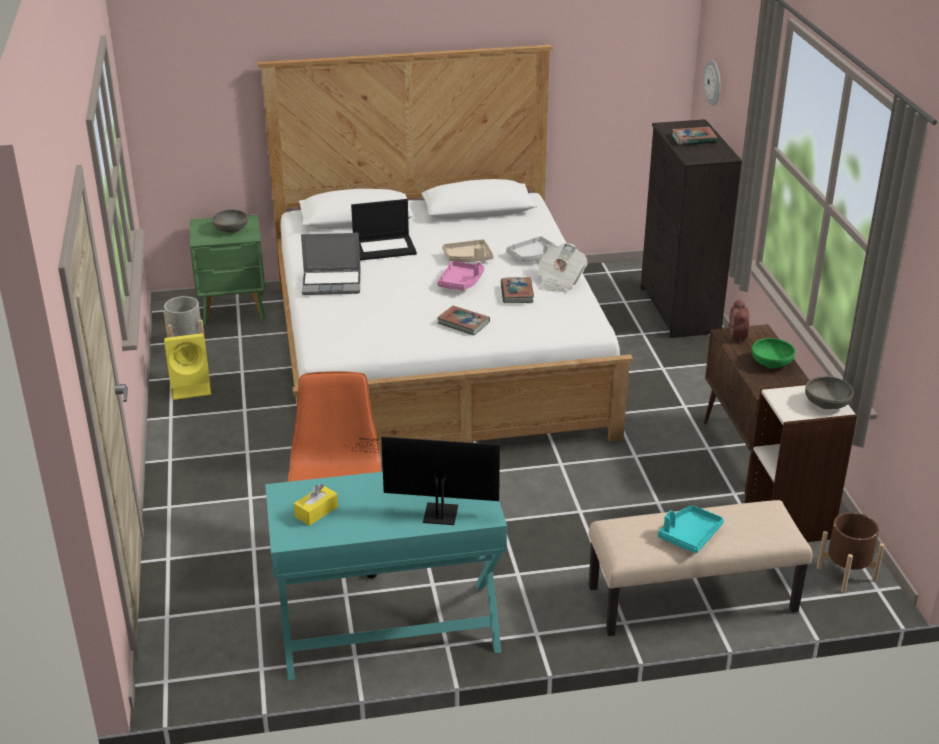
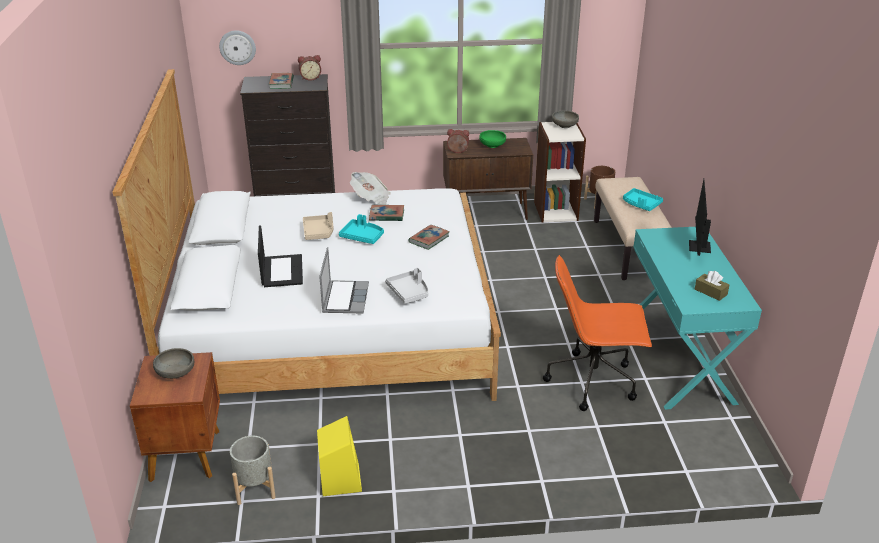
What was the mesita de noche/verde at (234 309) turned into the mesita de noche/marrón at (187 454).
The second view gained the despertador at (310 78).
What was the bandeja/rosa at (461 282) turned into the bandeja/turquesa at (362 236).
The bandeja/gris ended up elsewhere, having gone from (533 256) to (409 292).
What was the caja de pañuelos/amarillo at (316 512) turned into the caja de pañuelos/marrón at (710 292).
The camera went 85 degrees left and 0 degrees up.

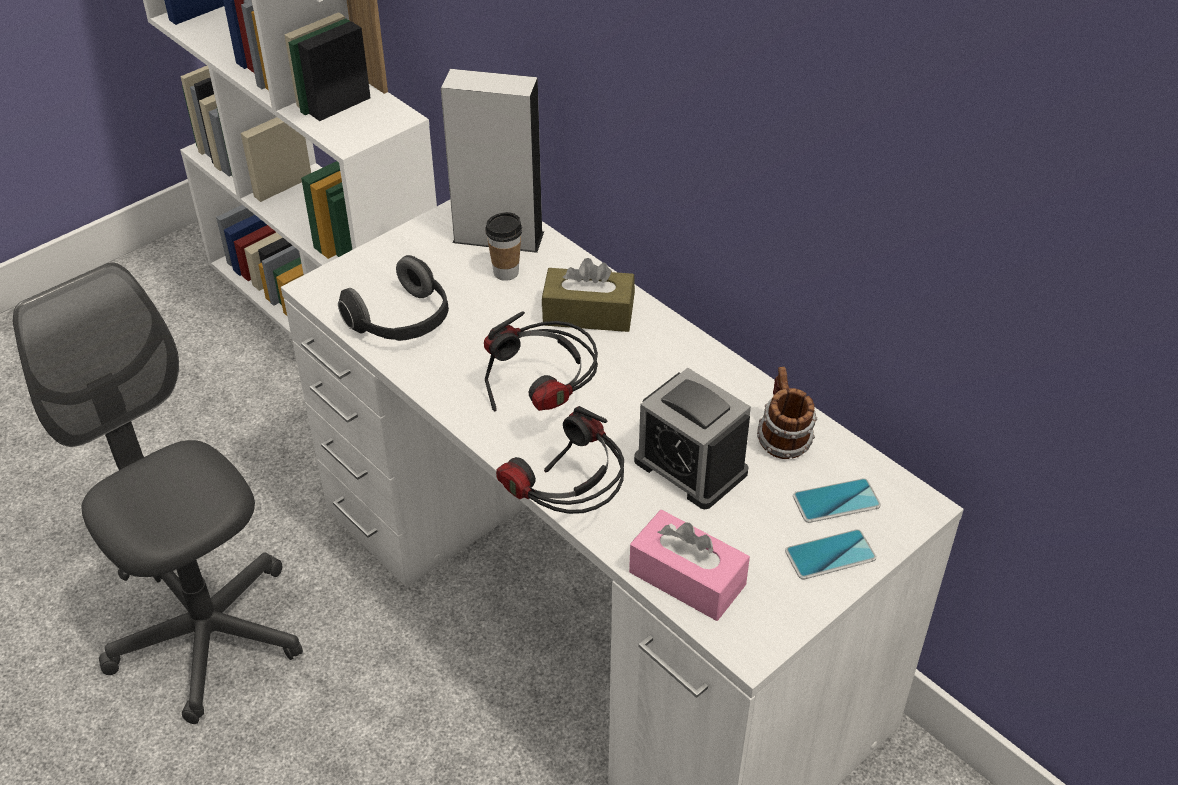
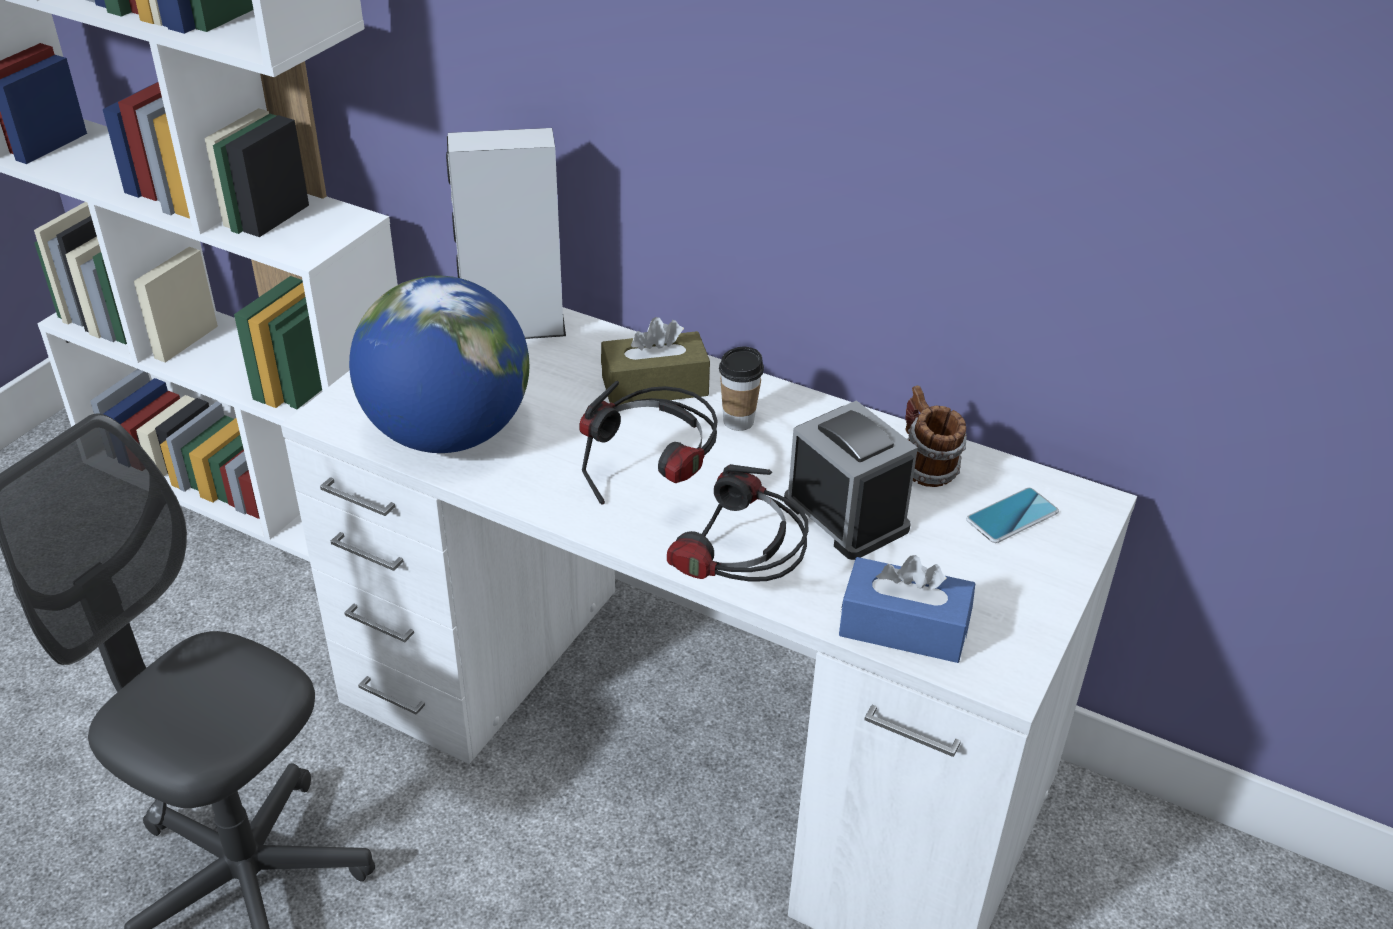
Where the auriculares stood at (402 322), the globo terráqueo came to stand at (448 434).
The taza ended up elsewhere, having gone from (506 272) to (738 421).
The despertador at (690 466) ended up facing another way, 150 degrees counterclockwise from before.
What was the caja de pañuelos/rosa at (687 578) turned into the caja de pañuelos/azul at (903 628).
The second view lost the móvil at (830 555).
The camera went 20 degrees left and 5 degrees down.

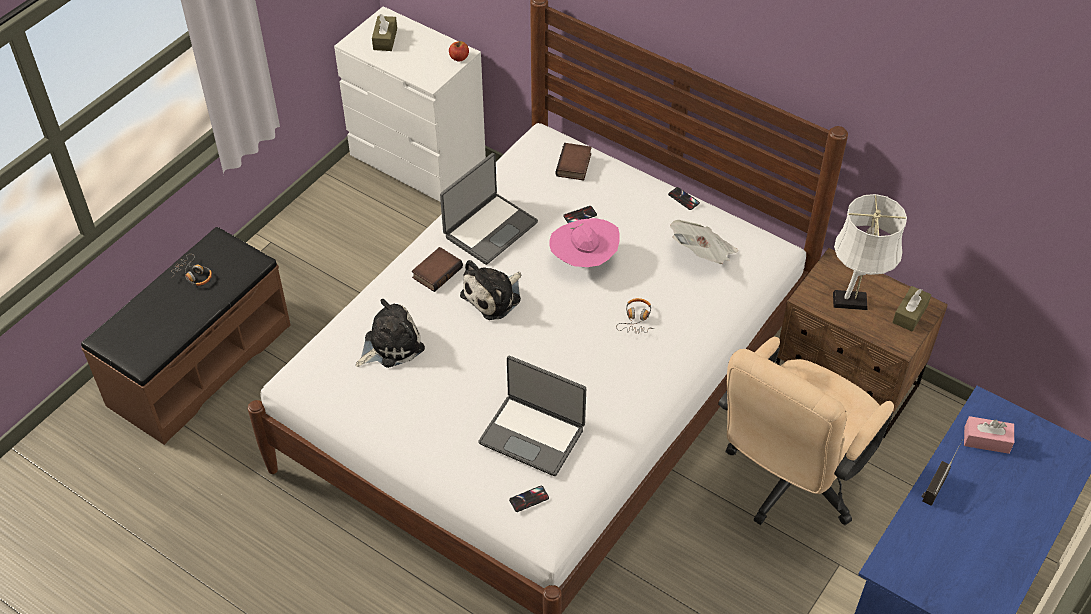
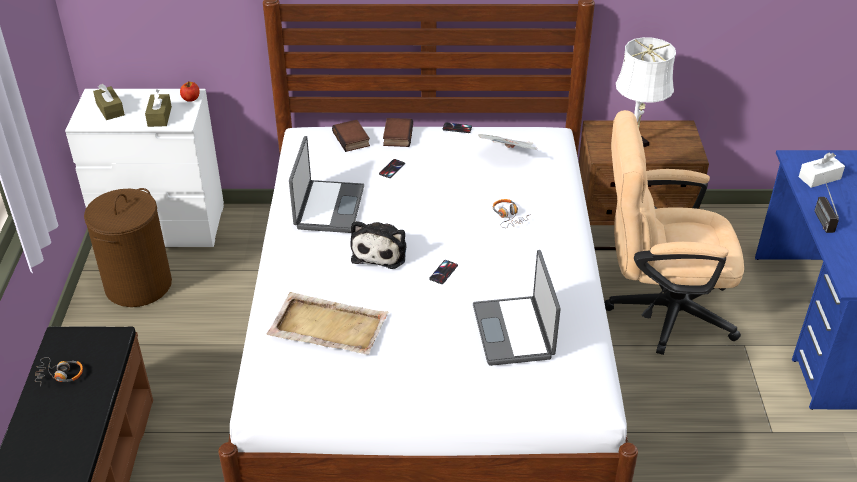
The second view gained the cesto de la ropa/marrón at (138 285).
The caja de pañuelos/marrón ended up elsewhere, having gone from (910 314) to (159 116).
Where the peluche stood at (390 344), the bandeja/beis came to stand at (327 326).
The libro ended up elsewhere, having gone from (437 271) to (397 135).
The móvil ended up elsewhere, having gone from (529 499) to (443 272).
The portátil at (533 434) ended up facing another way, 90 degrees clockwise from before.
The silla de oficina/beis at (789 482) ended up facing another way, 90 degrees clockwise from before.
What was the caja de pañuelos/rosa at (986 440) turned into the caja de pañuelos/blanco at (819 178).
The second view lost the sombrero/rosa at (584 260).
The camera went 35 degrees left and 10 degrees down.

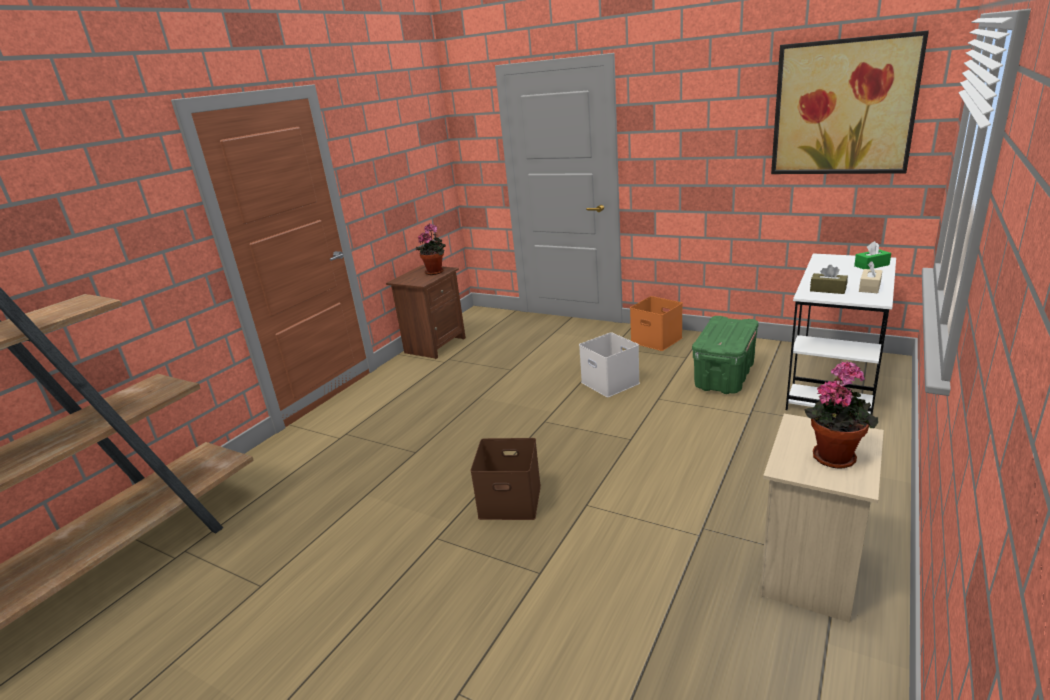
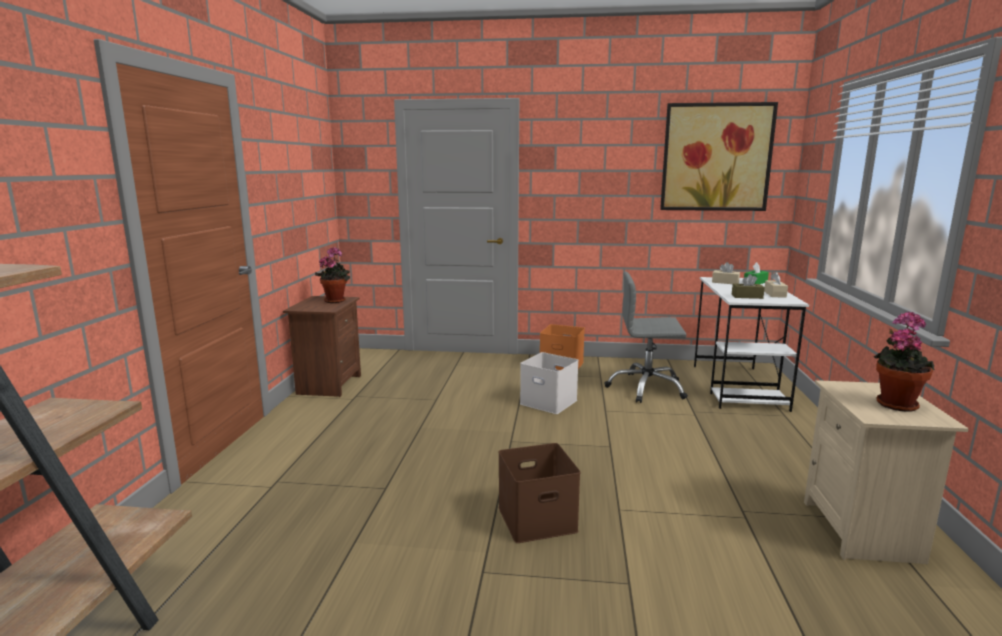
Where the caja de almacenaje/verde stood at (724 376), the silla de oficina/gris came to stand at (646 388).
The second view gained the caja de pañuelos/beis at (725 282).
The camera went 25 degrees left and 10 degrees down.

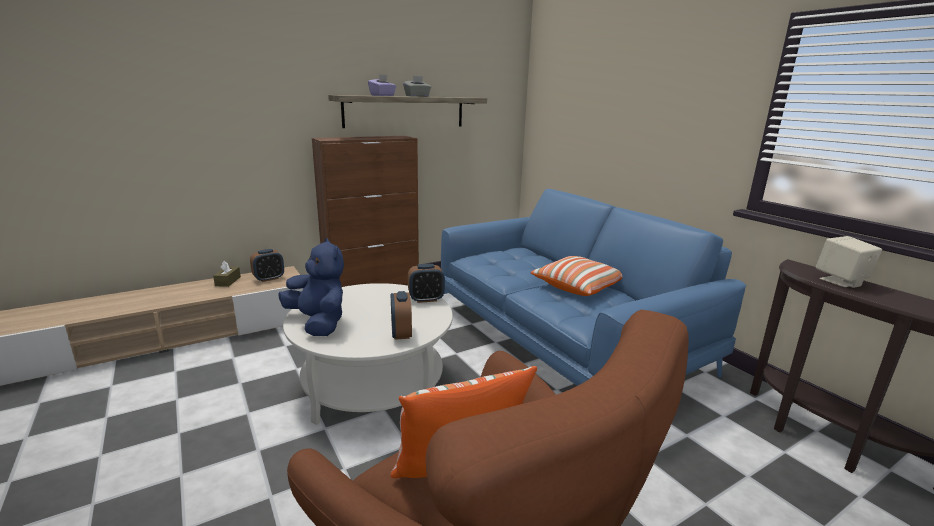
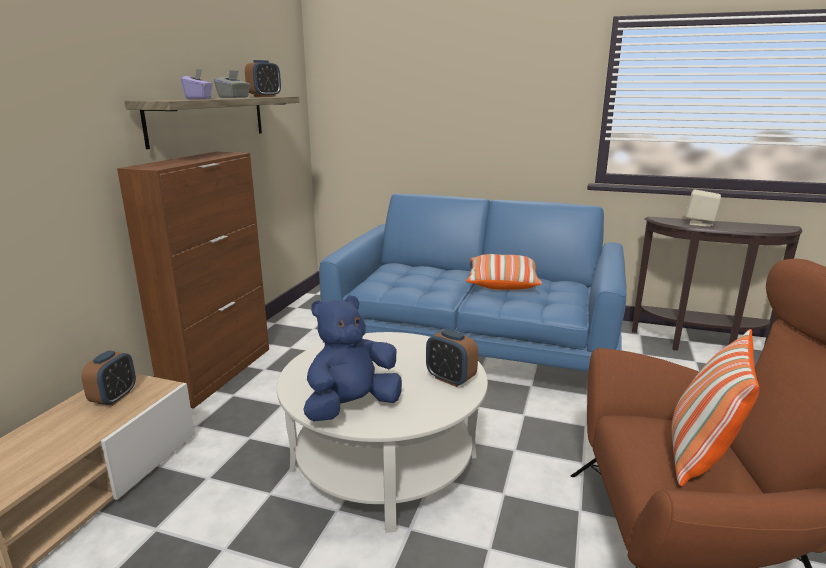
The despertador ended up elsewhere, having gone from (426 299) to (264 96).
The peluche/azul at (318 323) ended up facing another way, 45 degrees counterclockwise from before.
The second view lost the caja de pañuelos/marrón at (228 281).
The camera went 40 degrees left and 0 degrees up.

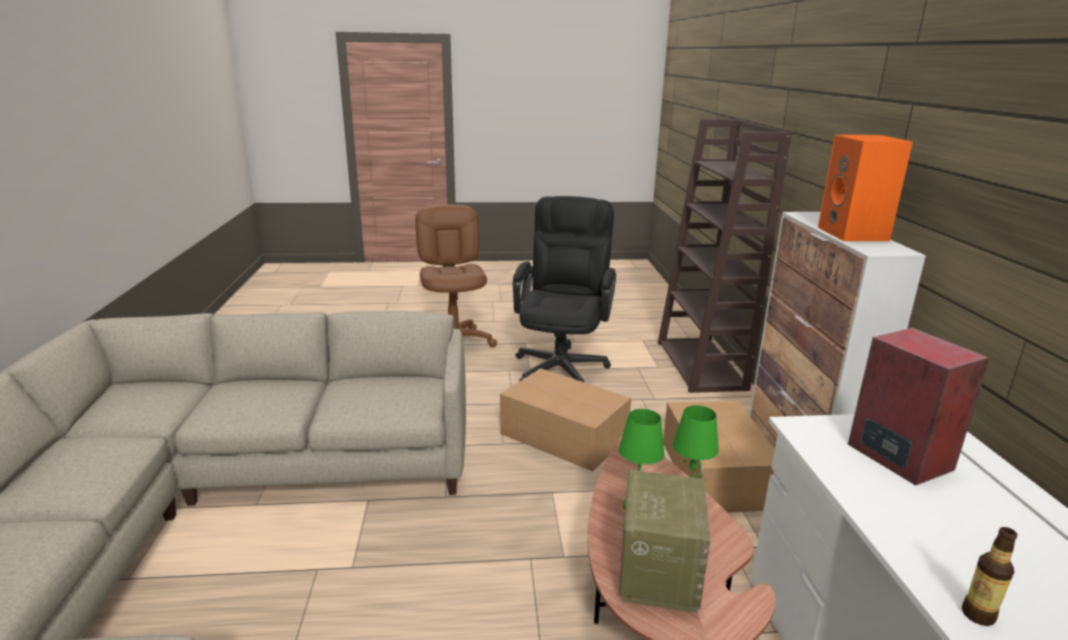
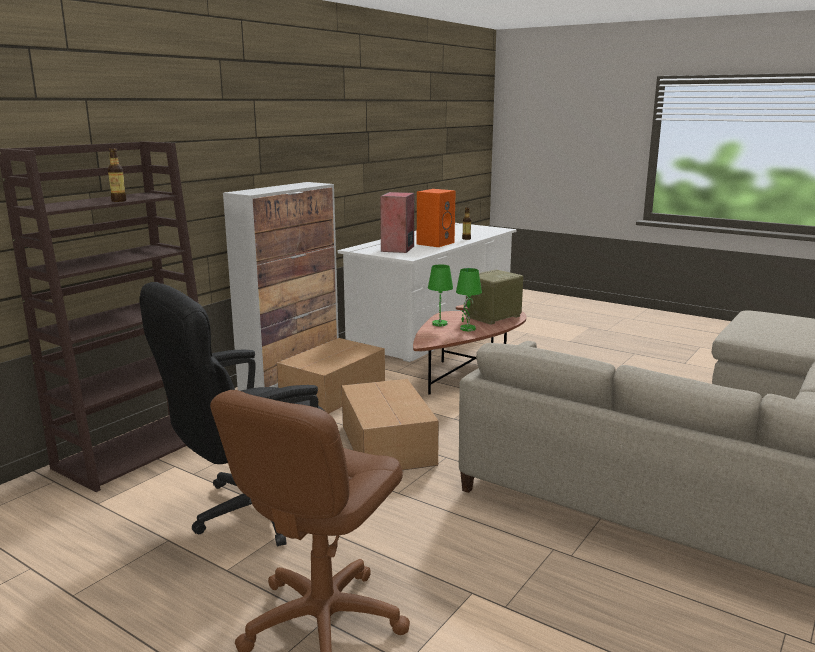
The second view gained the botella at (119 201).
The altavoz/naranja ended up elsewhere, having gone from (854 234) to (435 243).
The camera went 140 degrees left and 5 degrees down.

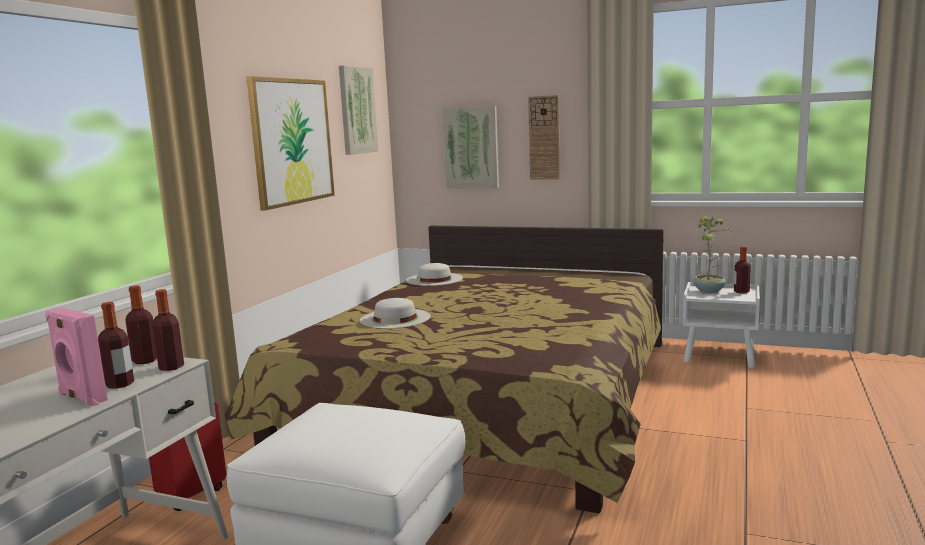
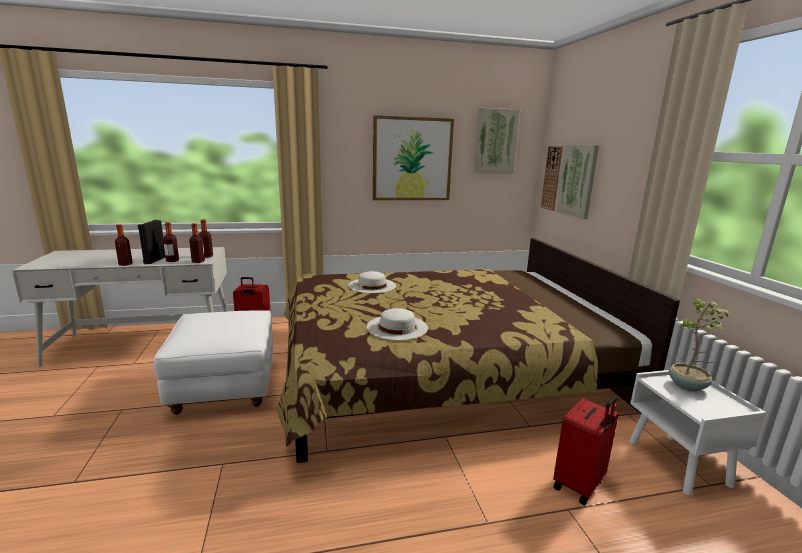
The botella ended up elsewhere, having gone from (741 292) to (125 264).
What was the altavoz/rosa at (81 398) turned into the altavoz/negro at (154 260).
The sombrero/blanco ended up elsewhere, having gone from (434 279) to (397 327).
The reloj de pared ended up elsewhere, having gone from (544 138) to (552 178).
The second view gained the maleta/rojo at (580 485).
The camera went 55 degrees right and 5 degrees up.

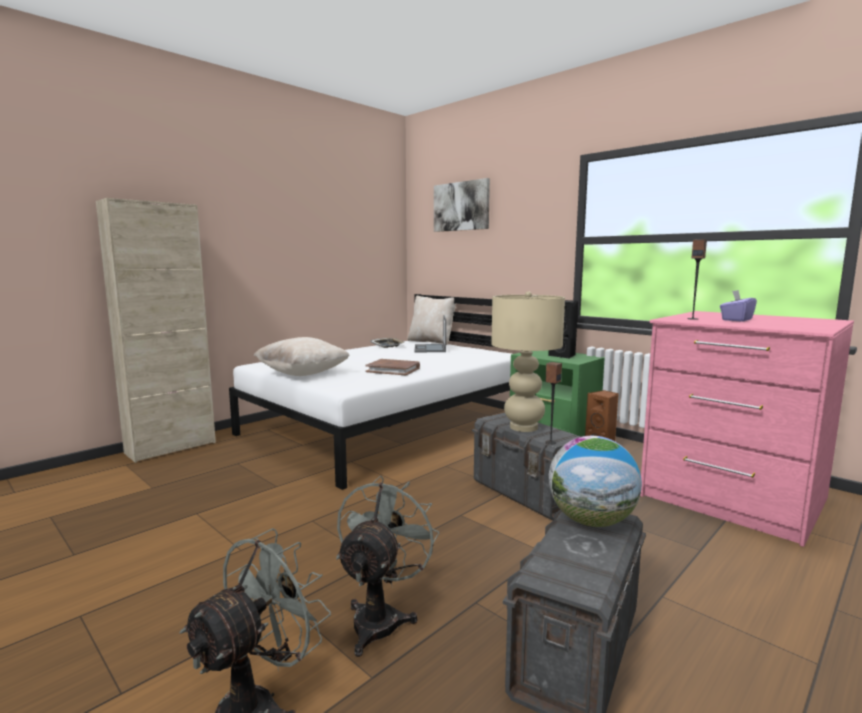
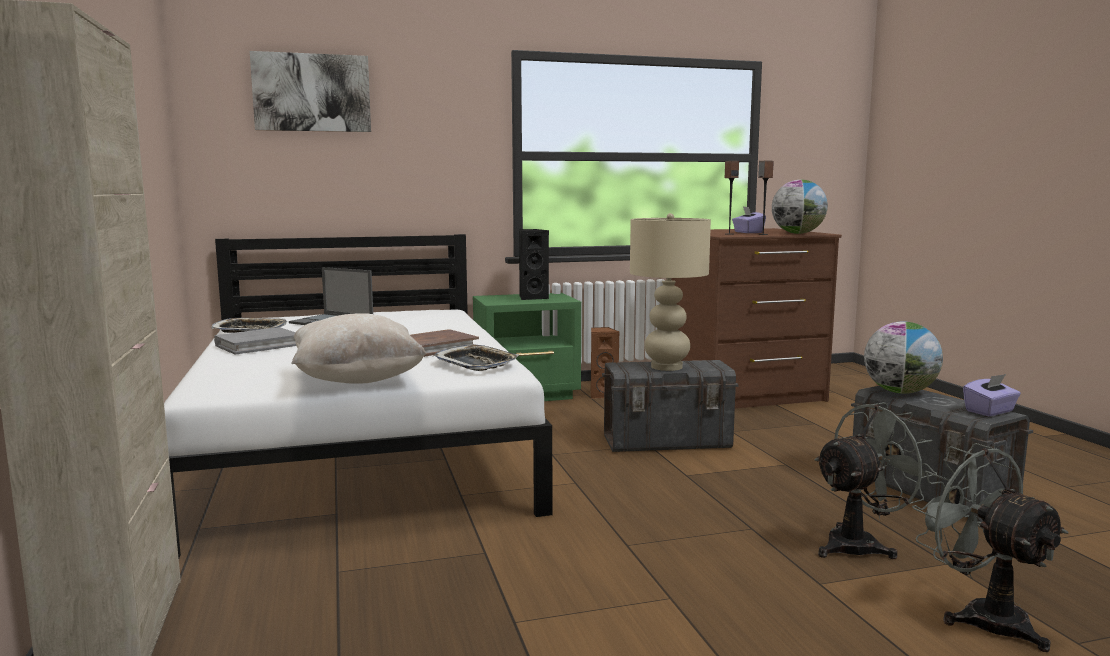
The second view gained the libro/gris at (258 345).
The second view gained the bandeja at (476 364).
What was the cómoda/rosa at (731 498) turned into the cómoda/marrón at (743 392).
The altavoz ended up elsewhere, having gone from (550 442) to (762 234).
The second view gained the globo terráqueo at (798 233).
The ventilador/gris at (381 617) ended up facing another way, 105 degrees clockwise from before.
The second view gained the caja de pañuelos/morado at (990 411).
The second view lost the cojín/beis at (431 342).
The camera went 60 degrees left and 0 degrees up.

